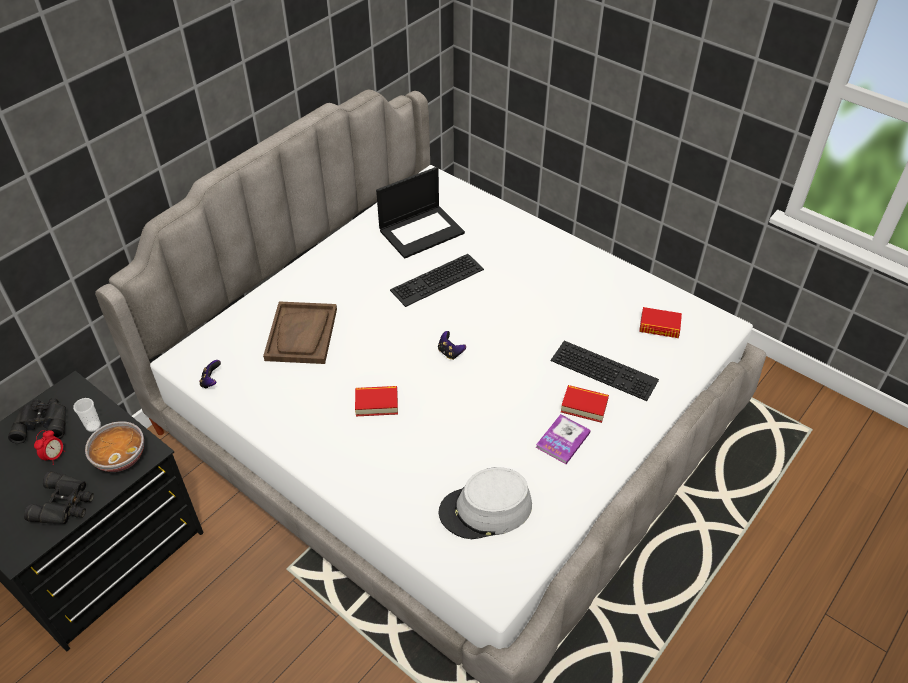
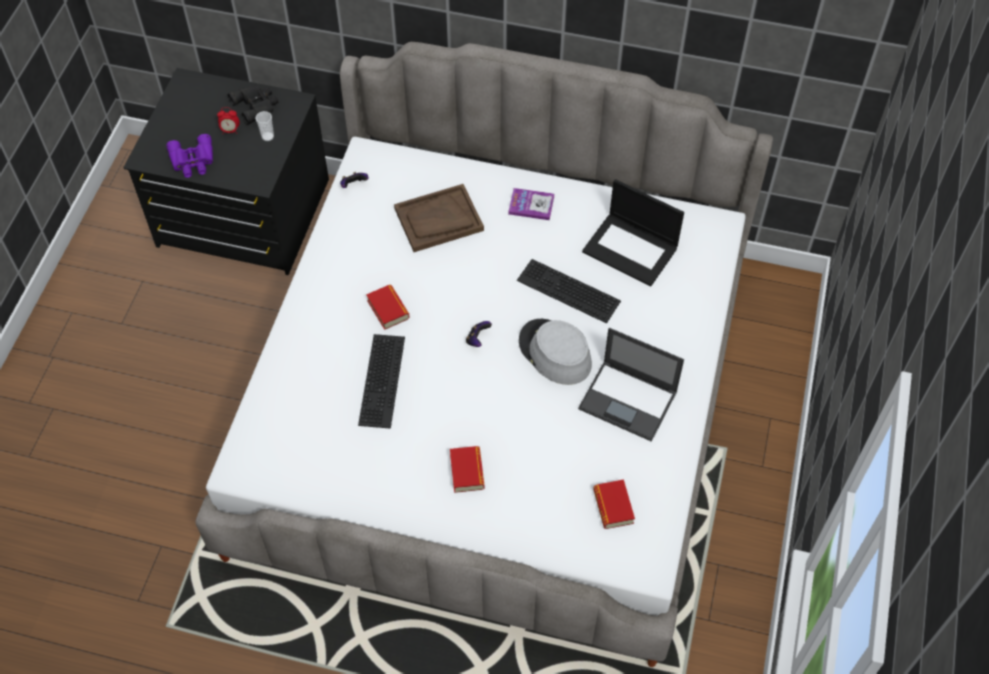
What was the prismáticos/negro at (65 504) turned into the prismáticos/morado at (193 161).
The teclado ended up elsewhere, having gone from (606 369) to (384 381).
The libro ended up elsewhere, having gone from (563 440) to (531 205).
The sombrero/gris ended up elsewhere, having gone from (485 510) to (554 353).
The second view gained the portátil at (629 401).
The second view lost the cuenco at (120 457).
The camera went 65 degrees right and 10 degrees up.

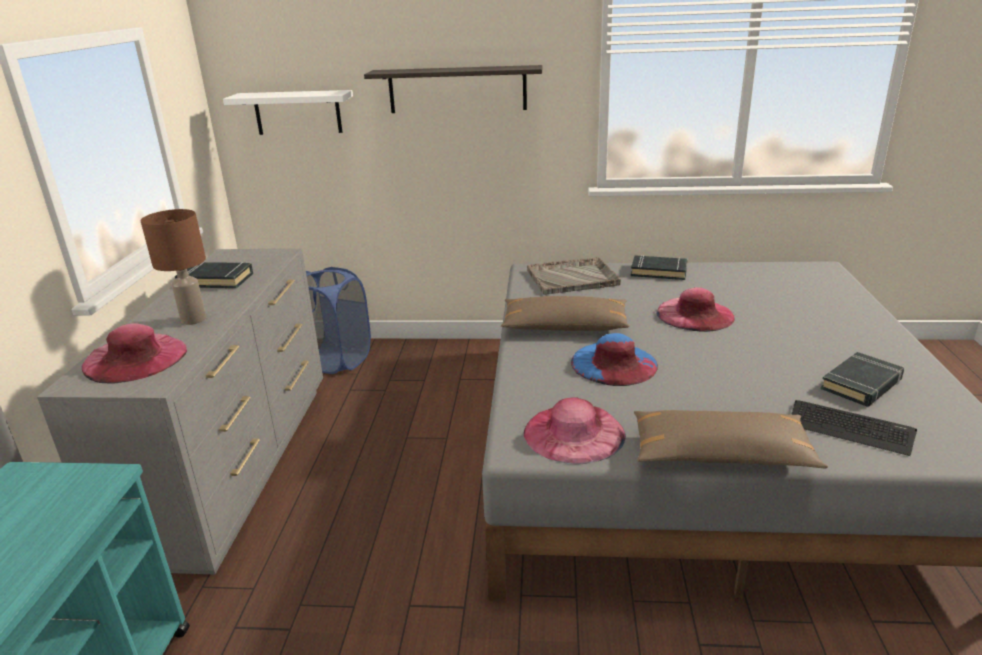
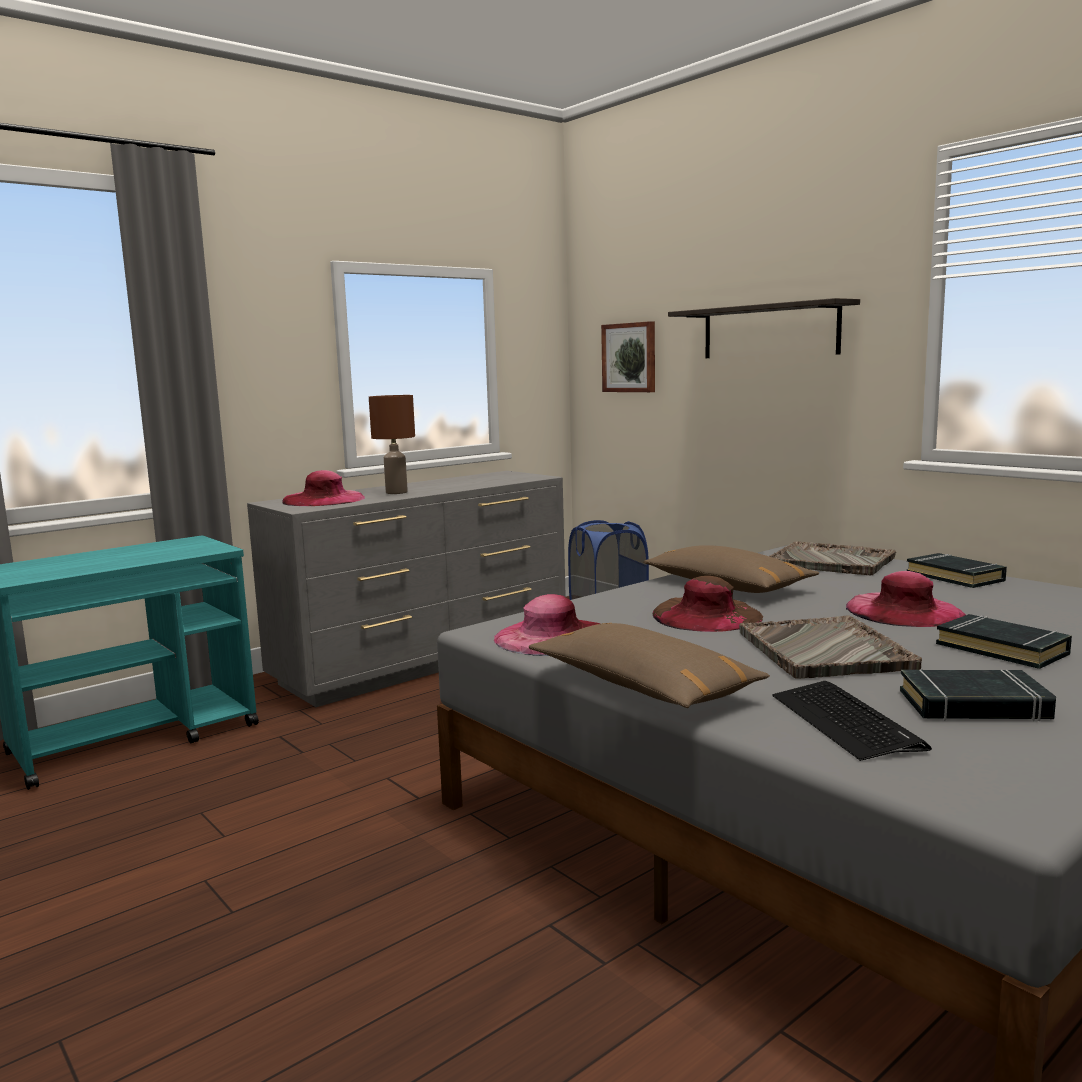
Where the estante/blanco hung at (297 112), the cuadro came to hang at (630 357).
What was the sombrero/azul at (614 363) turned into the sombrero/marrón at (706 615).
The second view gained the bandeja/gris at (824 650).
The libro/negro ended up elsewhere, having gone from (216 280) to (1002 649).
The camera went 45 degrees right and 15 degrees down.

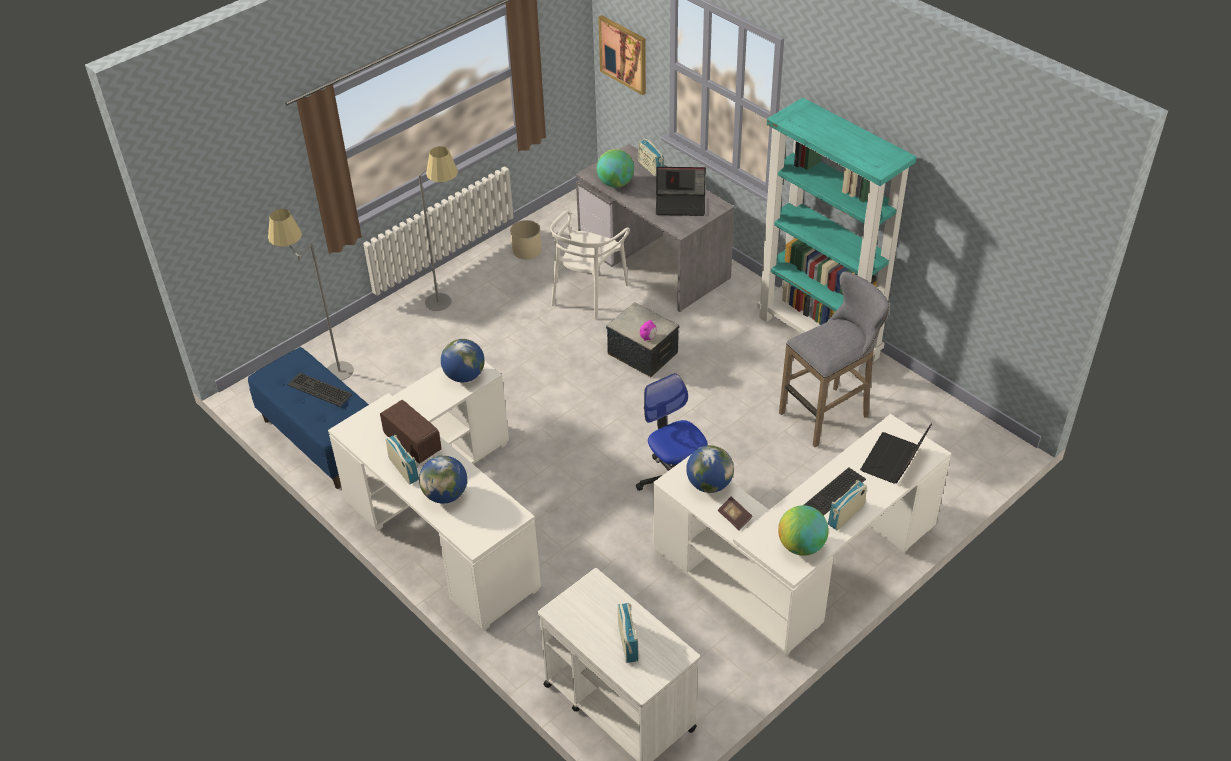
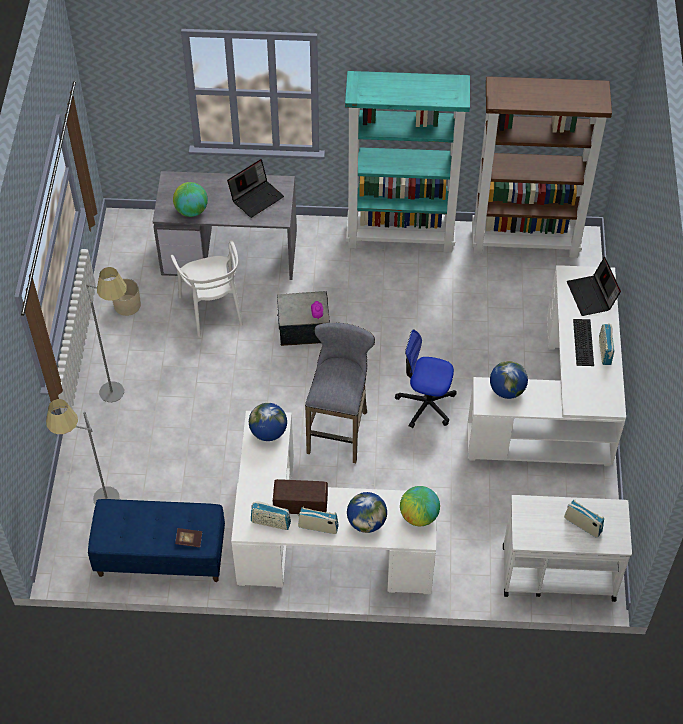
The libro ended up elsewhere, having gone from (734 518) to (189 540).
The radio ended up elsewhere, having gone from (650 168) to (270 522).
The taburete/gris ended up elsewhere, having gone from (828 413) to (339 429).
The globo terráqueo ended up elsewhere, having gone from (801 546) to (419 516).
The second view gained the estantería/marrón at (526 241).
The second view lost the teclado at (318 390).
The second view lost the cuadro at (623 54).
The camera went 45 degrees left and 10 degrees up.

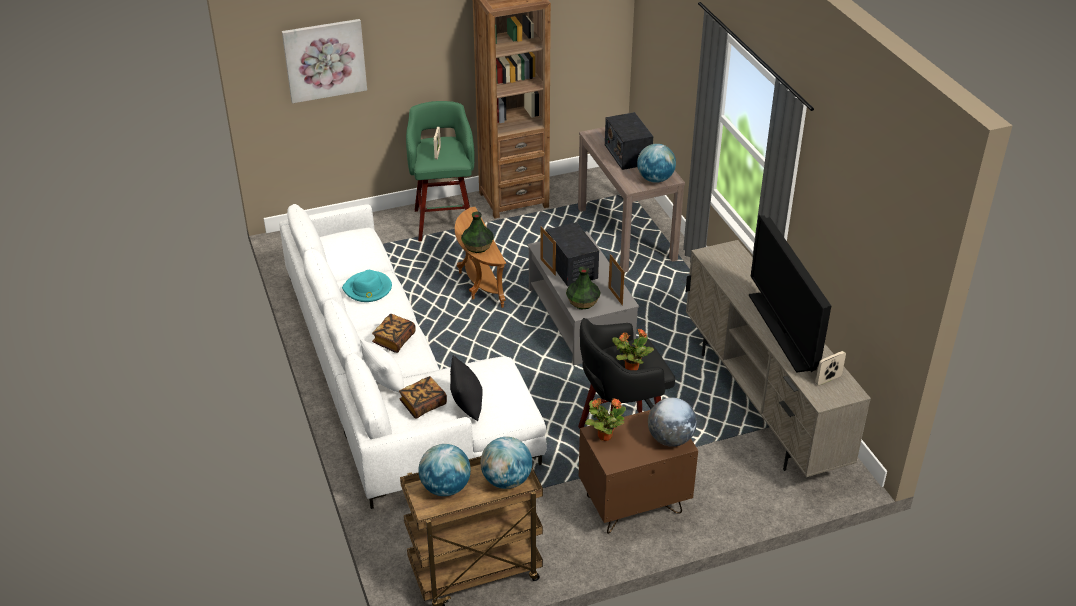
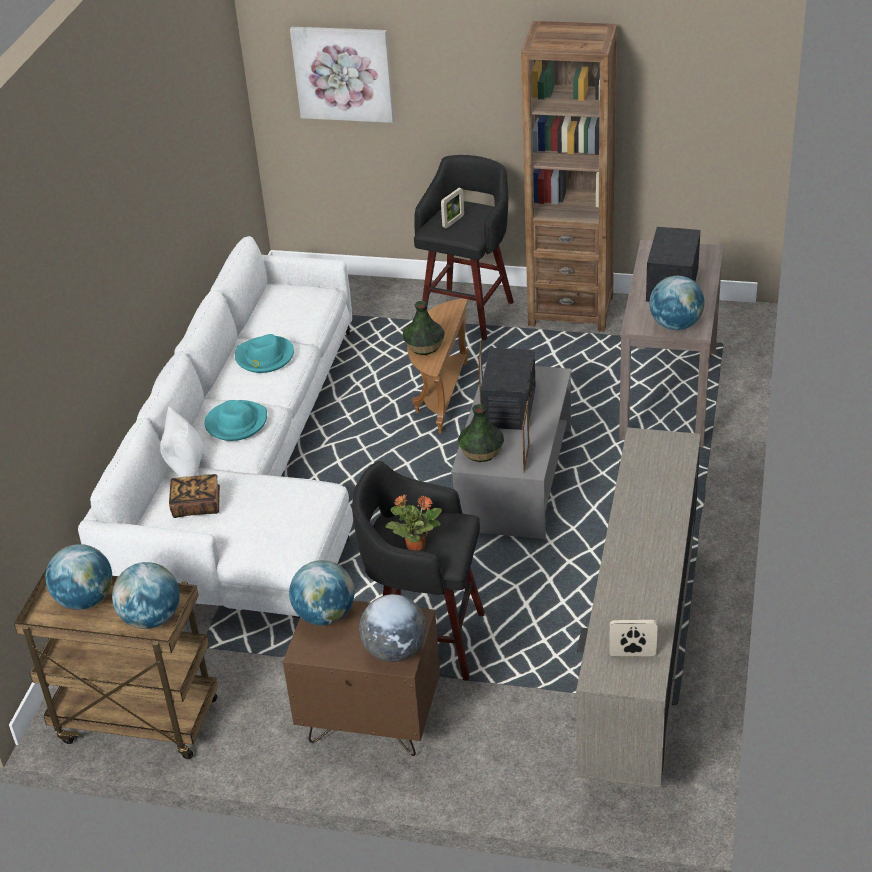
Where the libro stood at (394 340), the sombrero/turquesa came to stand at (236 423).
Where the planta en maceta stood at (604 436), the globo terráqueo came to stand at (325 615).
What was the taburete/verde at (444 221) turned into the taburete/negro at (468 312).
The second view lost the cojín/negro at (467 404).
The second view lost the televisor at (782 331).
The camera went 35 degrees right and 0 degrees up.

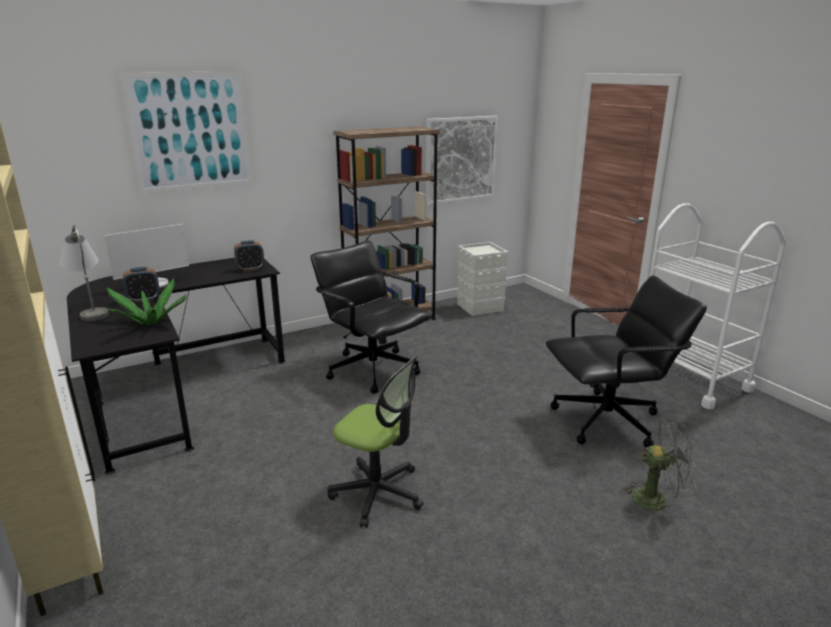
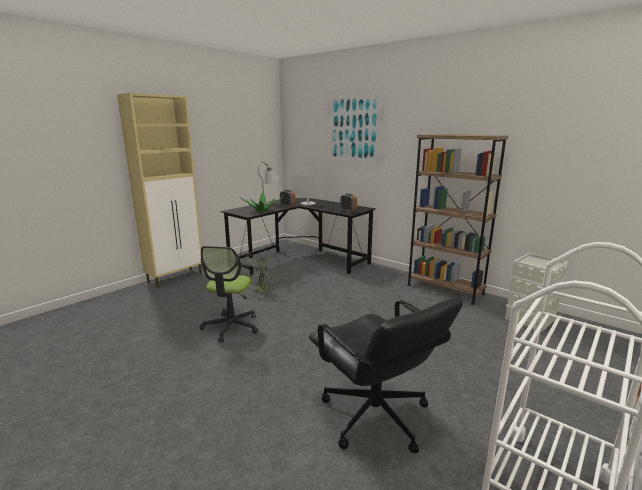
The ventilador/gris ended up elsewhere, having gone from (657 499) to (263 291).
The second view lost the silla de oficina/negro at (372 369).
The second view lost the cuadro at (460 159).
The camera went 70 degrees right and 5 degrees down.

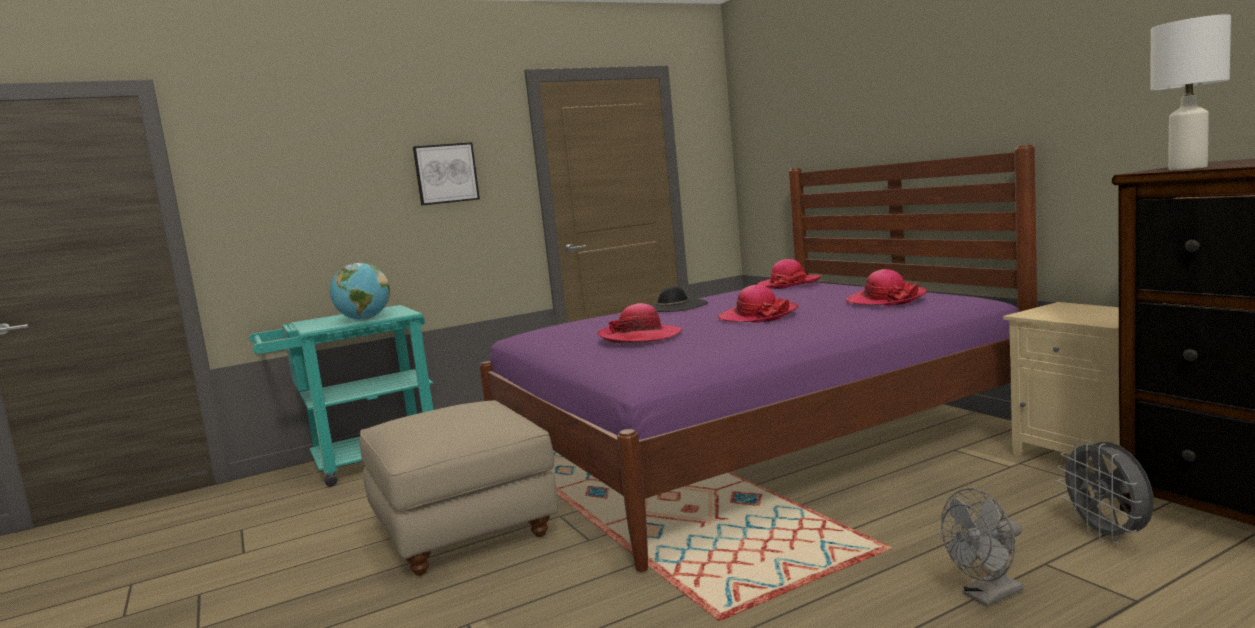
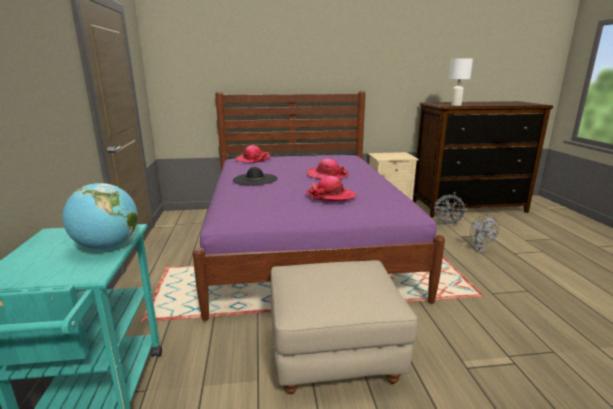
The second view lost the cuadro at (446 173).
The second view lost the sombrero at (885 300).
The camera went 70 degrees left and 10 degrees up.

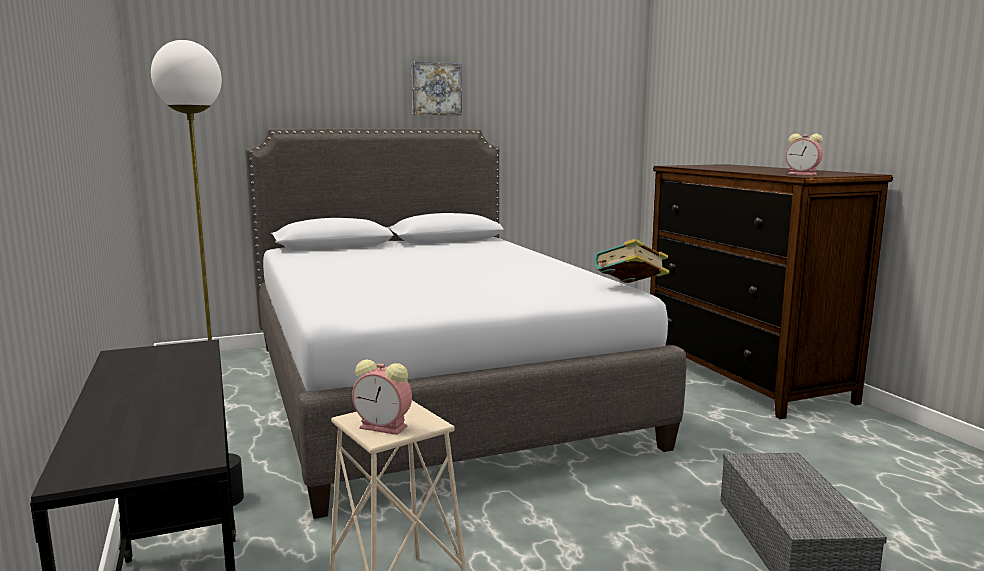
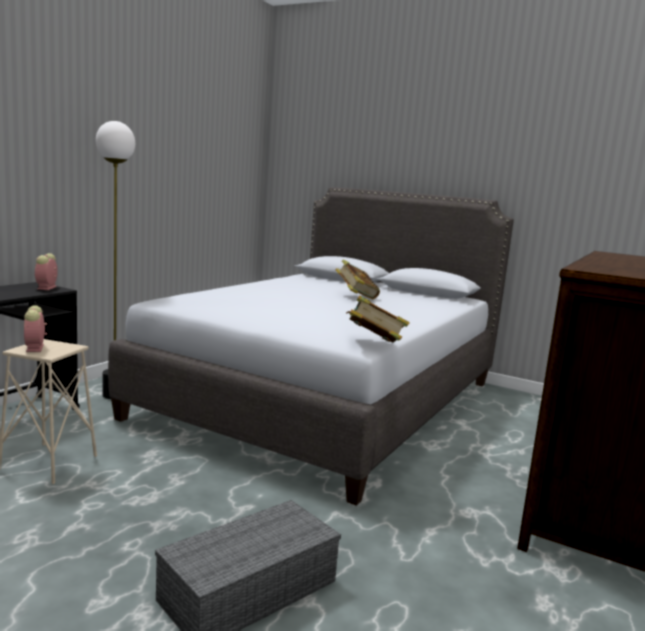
The despertador ended up elsewhere, having gone from (803 174) to (46 288).
The second view gained the libro at (356 297).
The second view lost the cuadro at (436 89).
The camera went 50 degrees right and 0 degrees up.

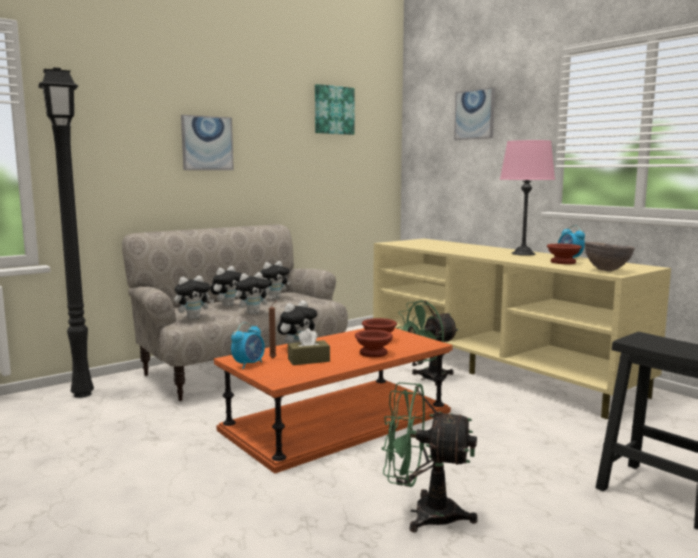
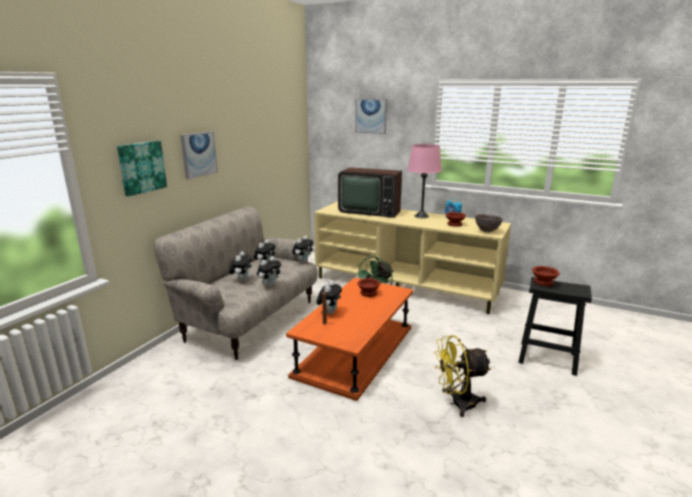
The cuadro ended up elsewhere, having gone from (333 110) to (141 167).
The peluche ended up elsewhere, having gone from (194 318) to (303 261).
The second view gained the televisor at (369 210).
What was the ventilador/verde at (423 513) turned into the ventilador/amarillo at (457 403).
The cuenco/marrón ended up elsewhere, having gone from (372 353) to (543 282).
The second view lost the lámpara de pie/negro at (84 394).
The second view lost the despertador at (249 364).
The second view lost the caja de pañuelos/marrón at (308 360).
The camera went 25 degrees left and 10 degrees up.

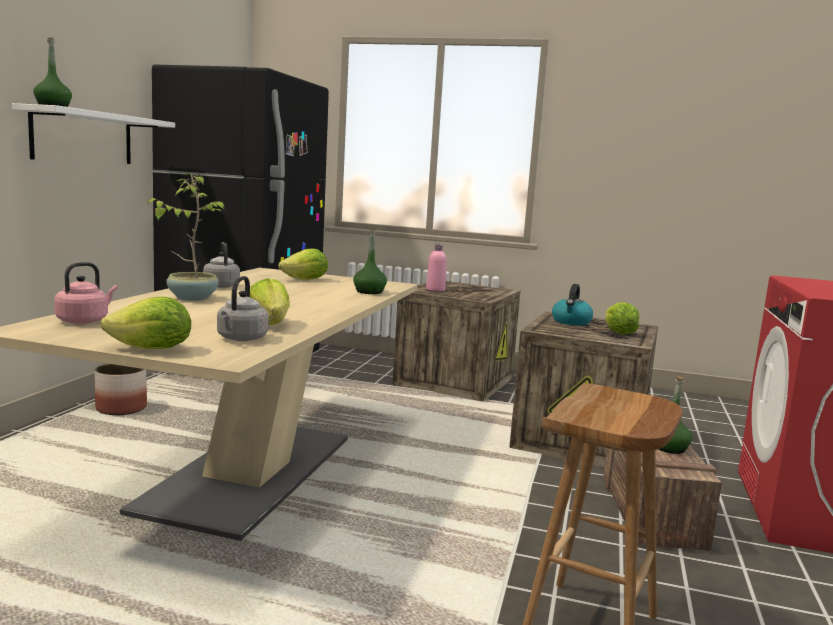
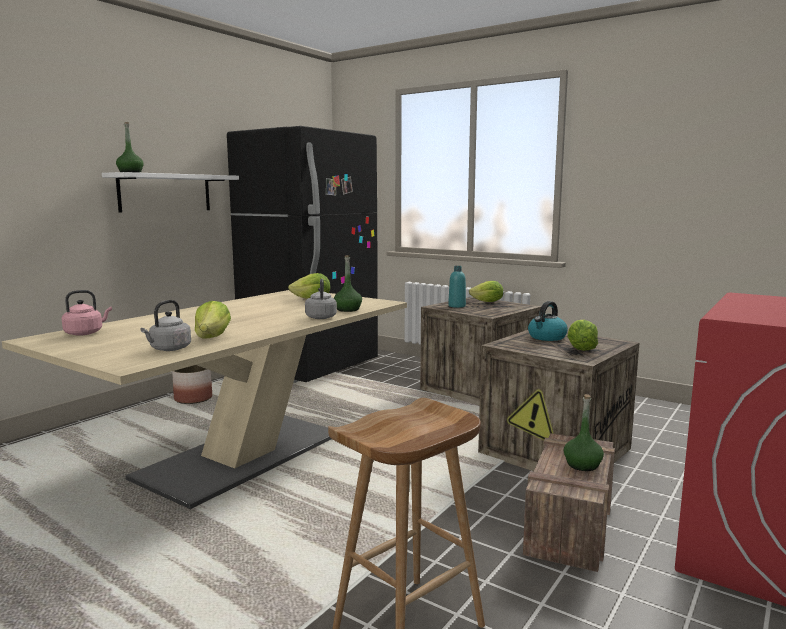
The hervidor/gris ended up elsewhere, having gone from (221 285) to (321 317).
What was the botella/rosa at (435 289) turned into the botella/turquesa at (457 306).
The lechuga ended up elsewhere, having gone from (152 349) to (488 302).
The second view lost the planta en maceta at (191 298).
The camera went 20 degrees right and 0 degrees up.

